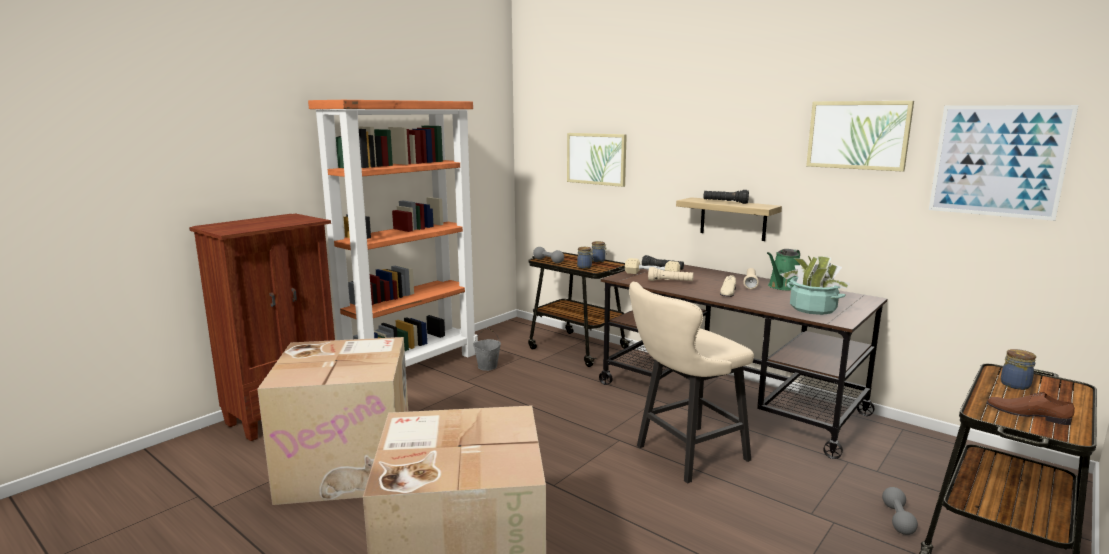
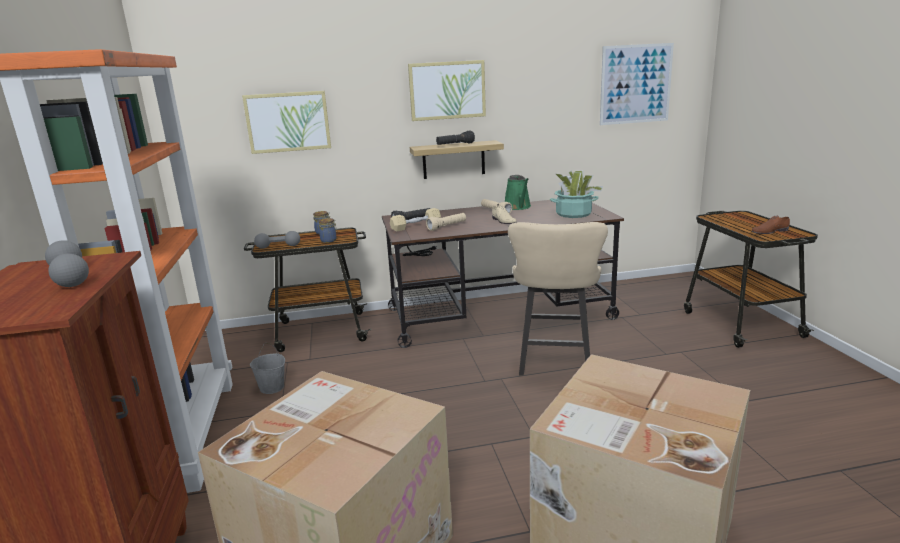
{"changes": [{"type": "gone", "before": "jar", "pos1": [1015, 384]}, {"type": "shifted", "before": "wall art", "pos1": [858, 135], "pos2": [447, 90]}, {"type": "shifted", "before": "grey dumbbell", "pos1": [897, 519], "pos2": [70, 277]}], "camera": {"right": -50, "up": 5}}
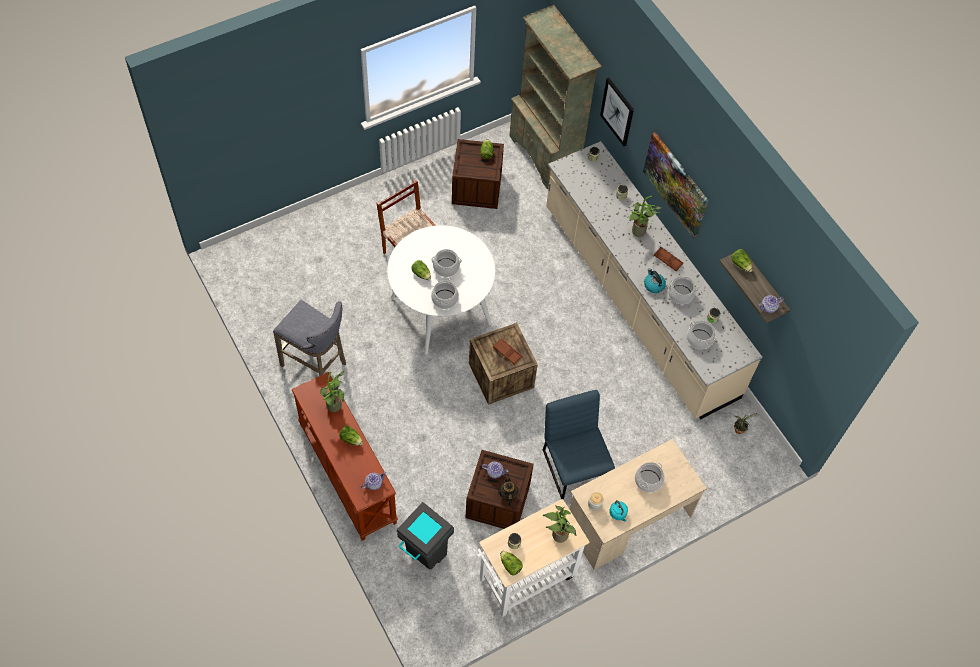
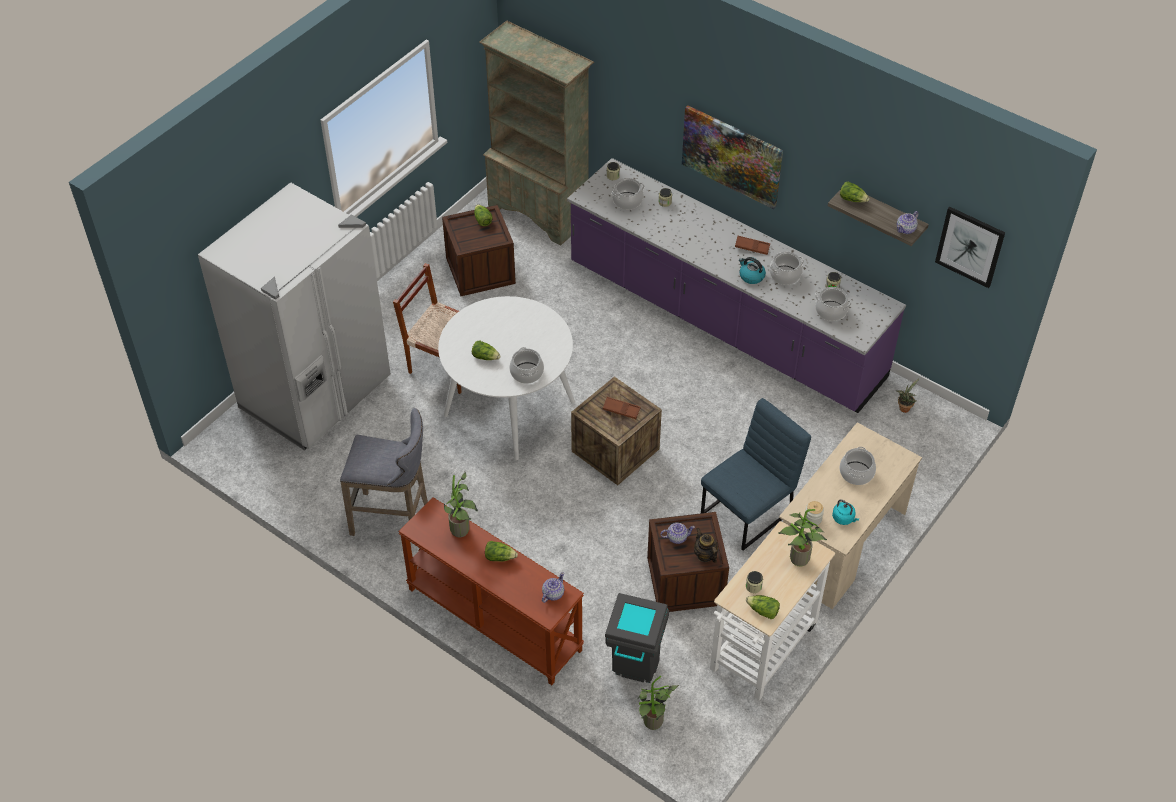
{"changes": [{"type": "new", "after": "whitish fridge", "pos2": [316, 393]}, {"type": "shifted", "before": "saucepot", "pos1": [446, 267], "pos2": [627, 201]}, {"type": "shifted", "before": "wall art", "pos1": [617, 111], "pos2": [970, 246]}, {"type": "shifted", "before": "houseplant", "pos1": [637, 233], "pos2": [653, 724]}, {"type": "repainted", "before": "beige kitchen base unit", "after": "purple kitchen base unit", "pos1": [638, 302], "pos2": [724, 322]}, {"type": "rotated", "before": "blue-coloured upright chair", "pos1": [574, 465], "pos2": [749, 511], "turn": 90}], "camera": {"right": -20, "up": -10}}
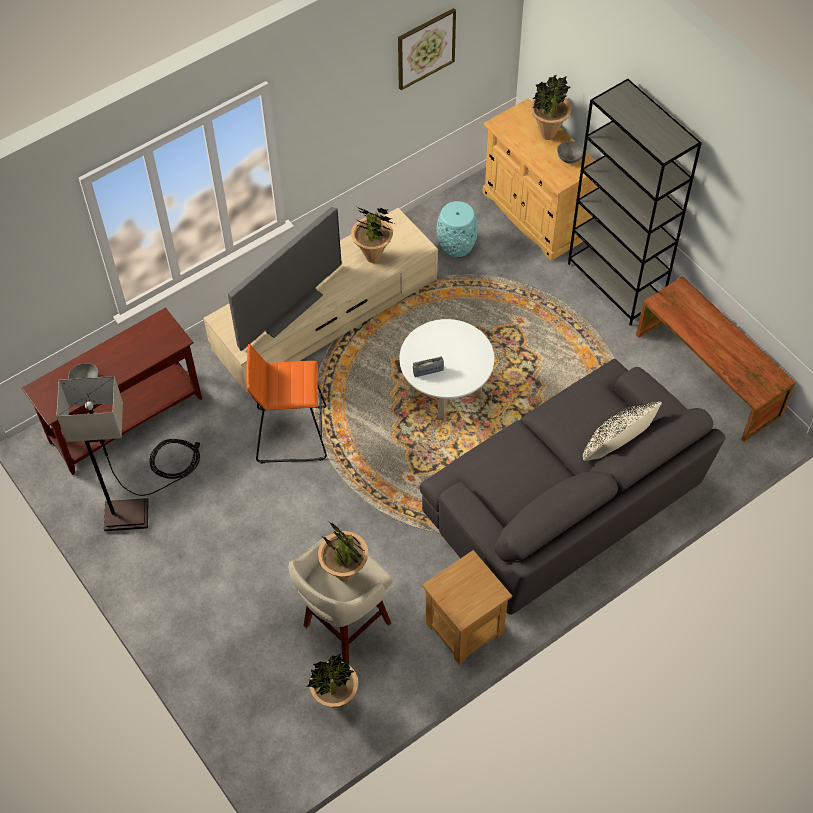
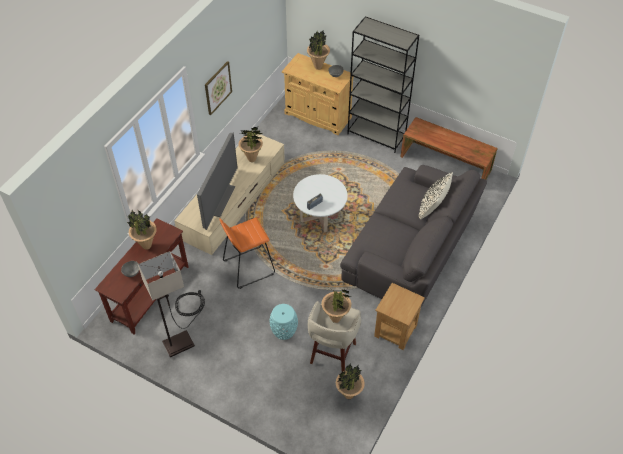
{"changes": [{"type": "new", "after": "houseplant", "pos2": [146, 246]}, {"type": "shifted", "before": "wall art", "pos1": [425, 48], "pos2": [217, 88]}, {"type": "shifted", "before": "blue-green stool", "pos1": [457, 245], "pos2": [284, 330]}], "camera": {"right": -25, "up": -5}}
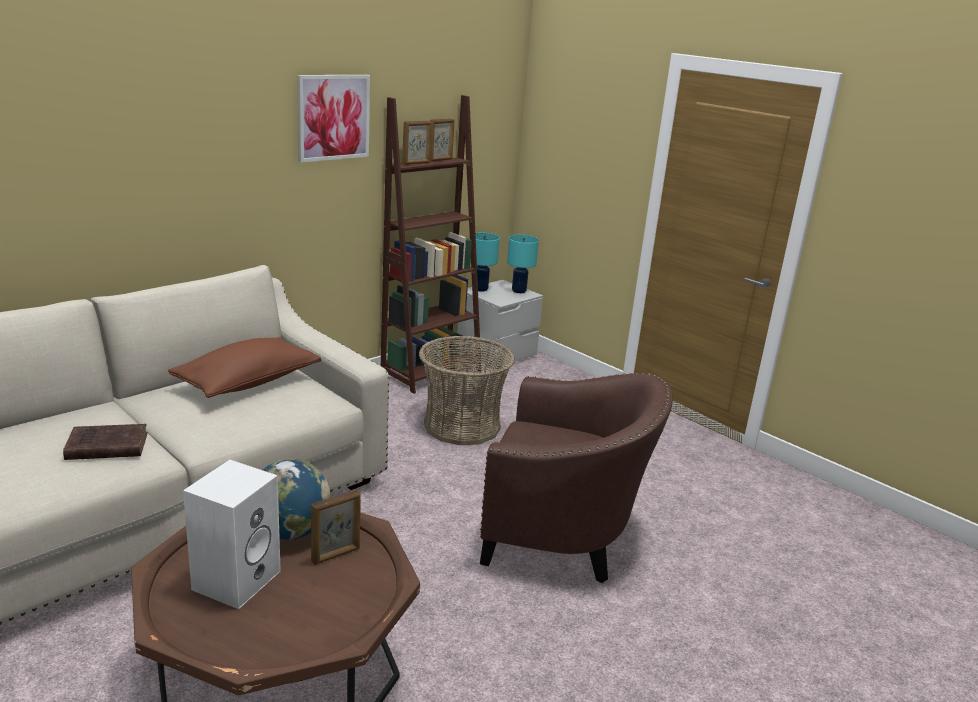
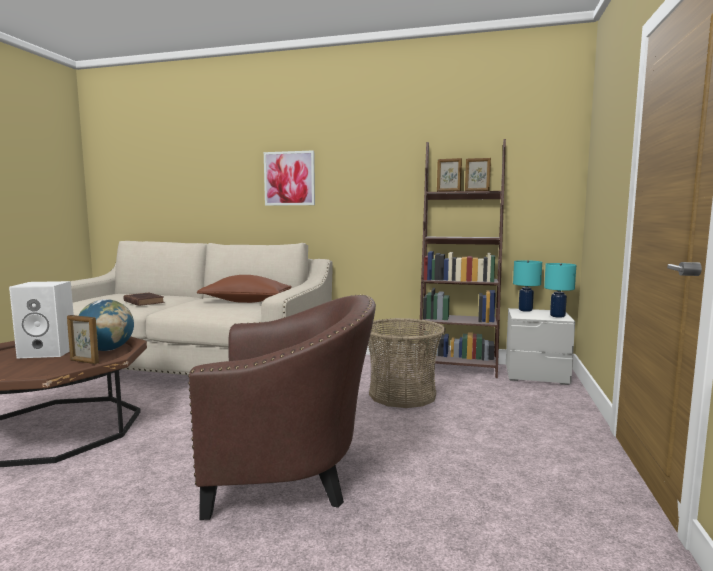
{"changes": [{"type": "shifted", "before": "wall art", "pos1": [333, 117], "pos2": [289, 178]}, {"type": "rotated", "before": "brown easy chair", "pos1": [563, 537], "pos2": [290, 473], "turn": -75}], "camera": {"right": 60, "up": -15}}
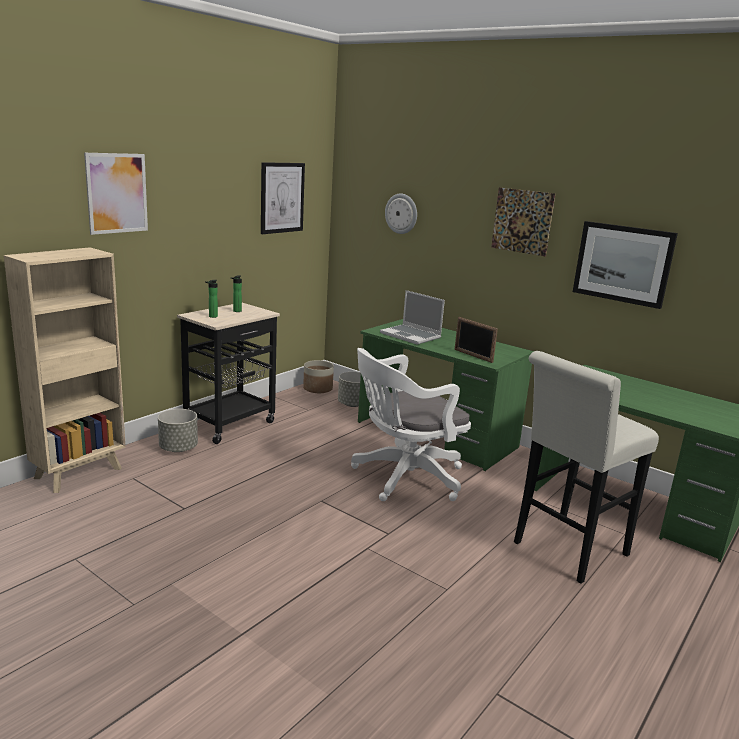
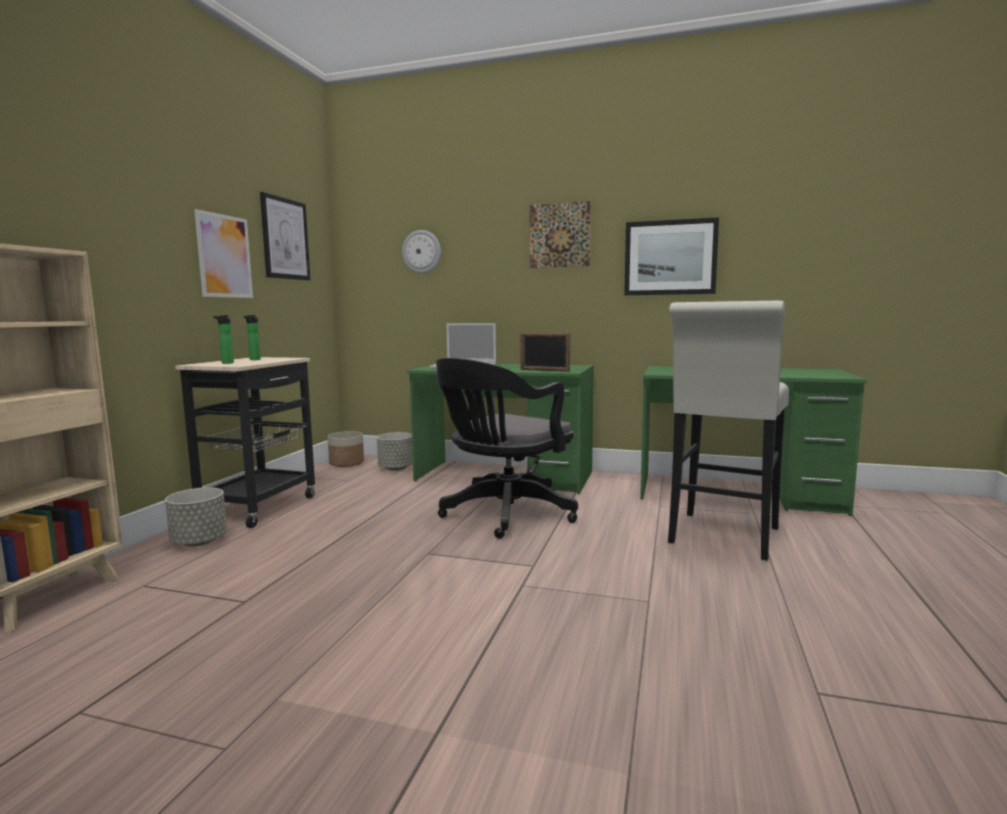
{"changes": [{"type": "shifted", "before": "wall art", "pos1": [117, 193], "pos2": [224, 256]}, {"type": "repainted", "before": "whitish computer chair", "after": "black computer chair", "pos1": [403, 478], "pos2": [504, 515]}], "camera": {"right": -20, "up": -10}}
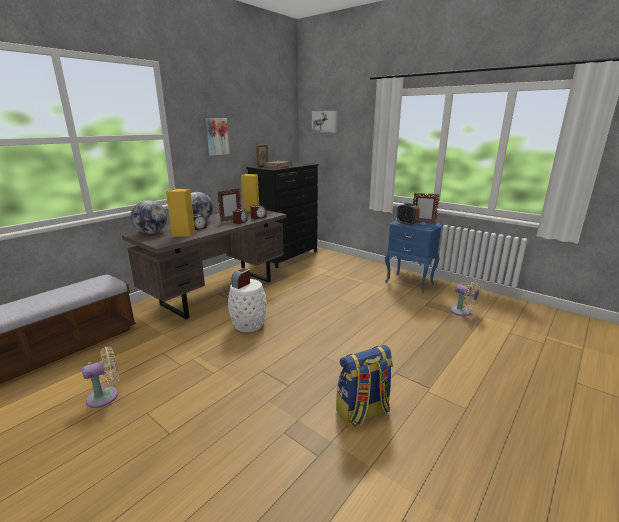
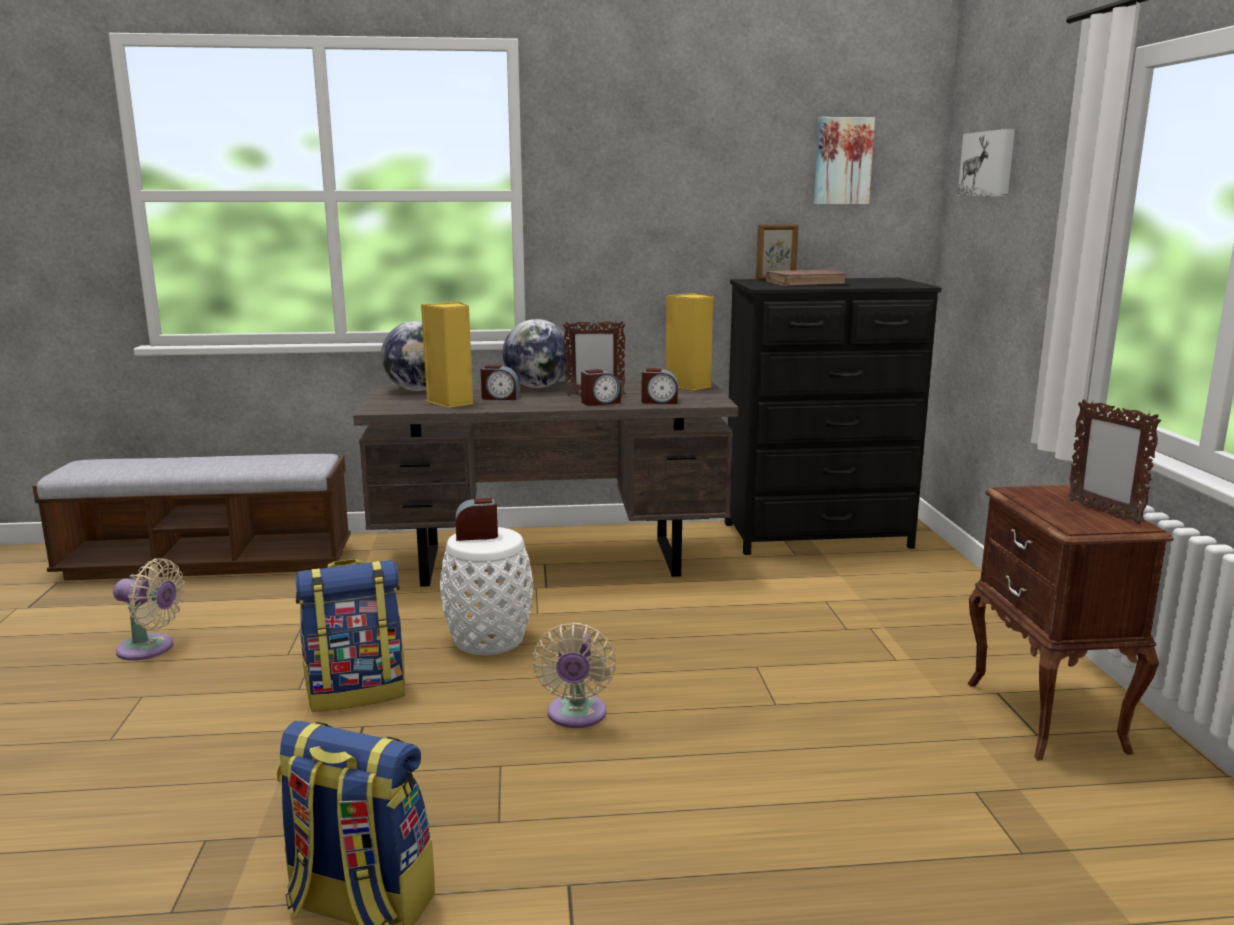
{"changes": [{"type": "gone", "before": "table clock", "pos1": [407, 223]}, {"type": "new", "after": "rucksack", "pos2": [357, 692]}, {"type": "shifted", "before": "wall art", "pos1": [216, 136], "pos2": [842, 161]}, {"type": "shifted", "before": "beige fan", "pos1": [462, 312], "pos2": [576, 716]}, {"type": "repainted", "before": "blue-coloured nightstand", "after": "brown nightstand", "pos1": [409, 283], "pos2": [1045, 717]}], "camera": {"right": 45, "up": -5}}
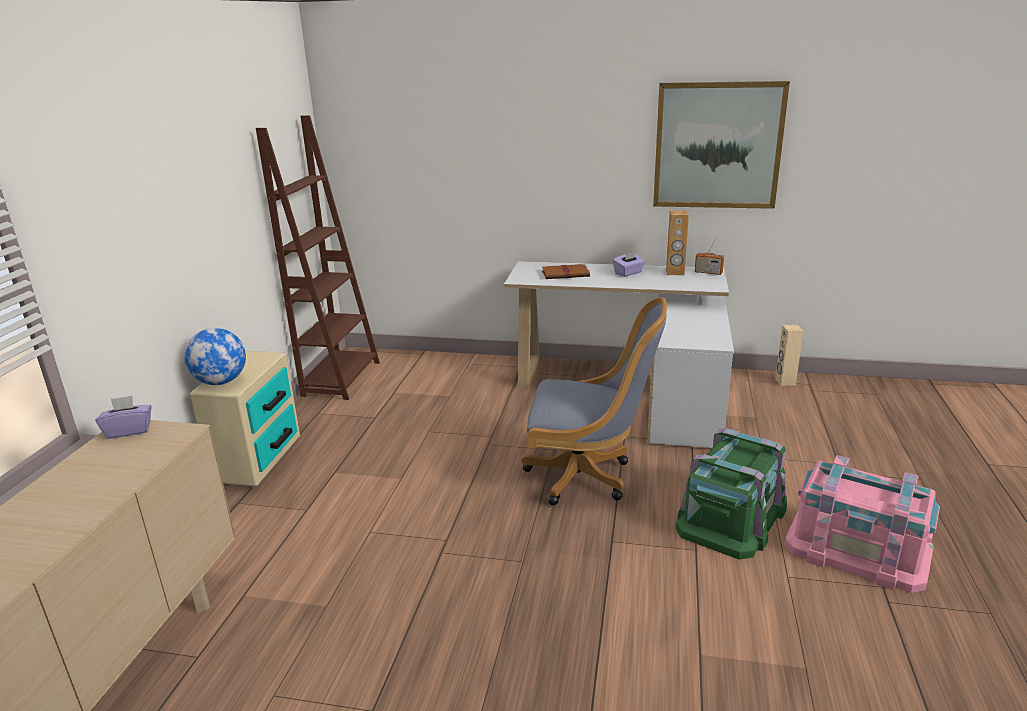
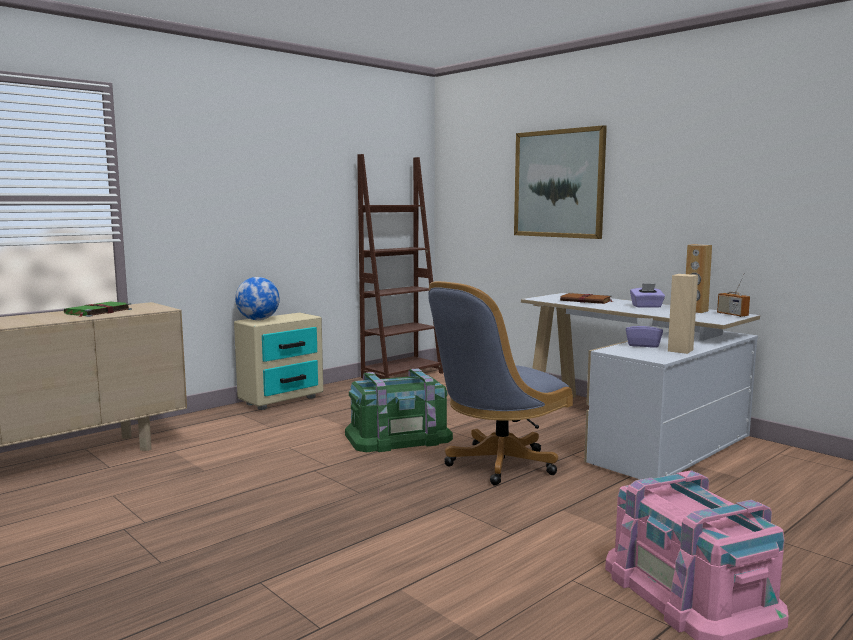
{"changes": [{"type": "new", "after": "greenish book", "pos2": [98, 312]}, {"type": "shifted", "before": "purple box of tissues", "pos1": [129, 430], "pos2": [643, 345]}, {"type": "shifted", "before": "wall art", "pos1": [717, 146], "pos2": [558, 184]}, {"type": "shifted", "before": "greenish storage box", "pos1": [731, 515], "pos2": [398, 437]}, {"type": "shifted", "before": "beige loudspeaker", "pos1": [785, 382], "pos2": [680, 350]}, {"type": "rotated", "before": "blue-coloured computer chair", "pos1": [588, 477], "pos2": [494, 467], "turn": 90}], "camera": {"right": 35, "up": -15}}
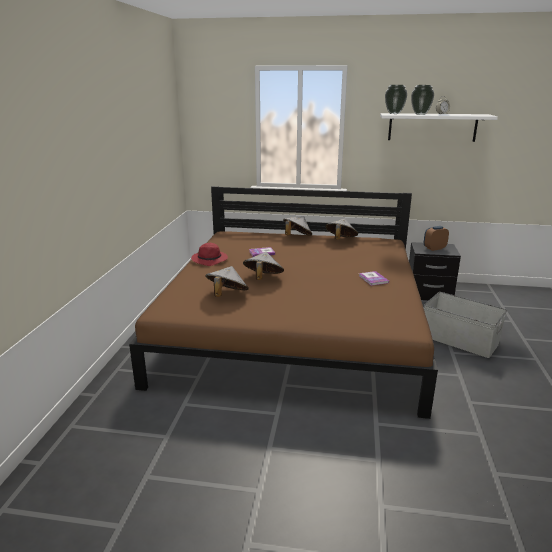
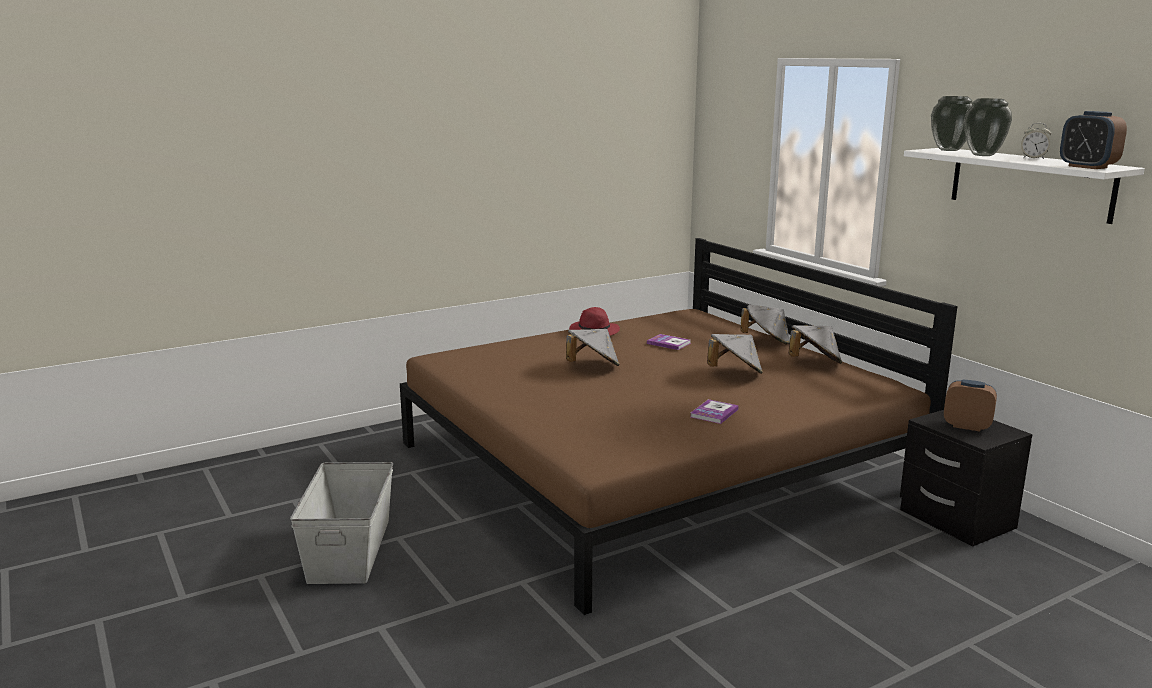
{"changes": [{"type": "new", "after": "table clock", "pos2": [1087, 167]}, {"type": "shifted", "before": "grey wearable hat", "pos1": [227, 295], "pos2": [735, 372]}, {"type": "shifted", "before": "grey storage box", "pos1": [459, 340], "pos2": [351, 550]}], "camera": {"right": 50, "up": -5}}
